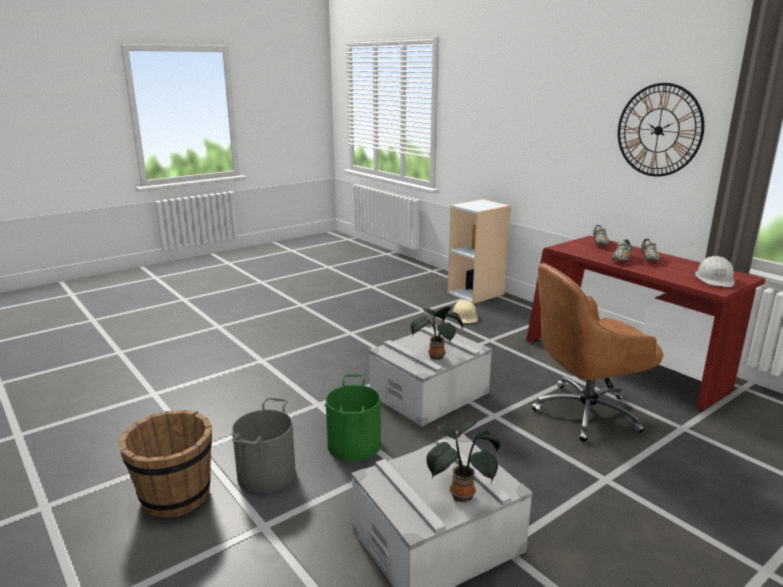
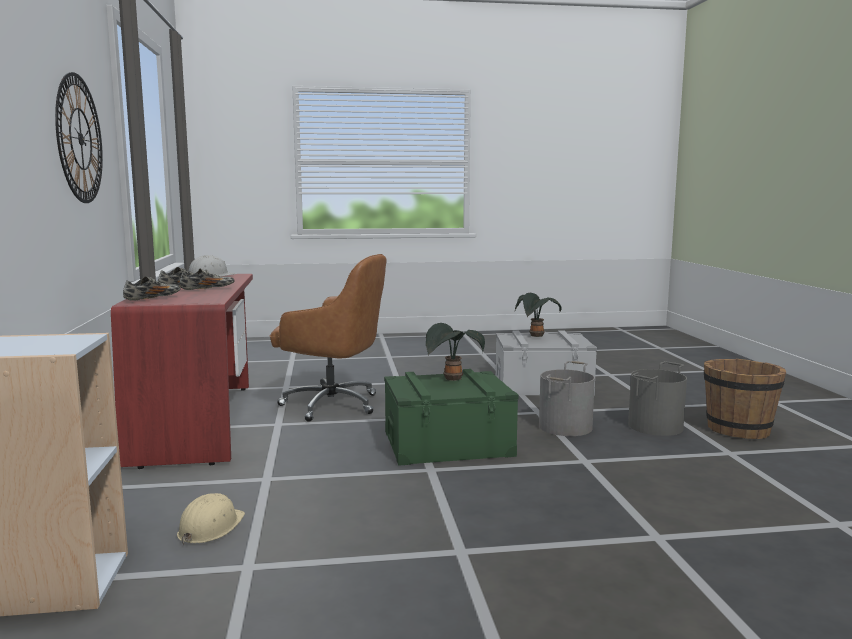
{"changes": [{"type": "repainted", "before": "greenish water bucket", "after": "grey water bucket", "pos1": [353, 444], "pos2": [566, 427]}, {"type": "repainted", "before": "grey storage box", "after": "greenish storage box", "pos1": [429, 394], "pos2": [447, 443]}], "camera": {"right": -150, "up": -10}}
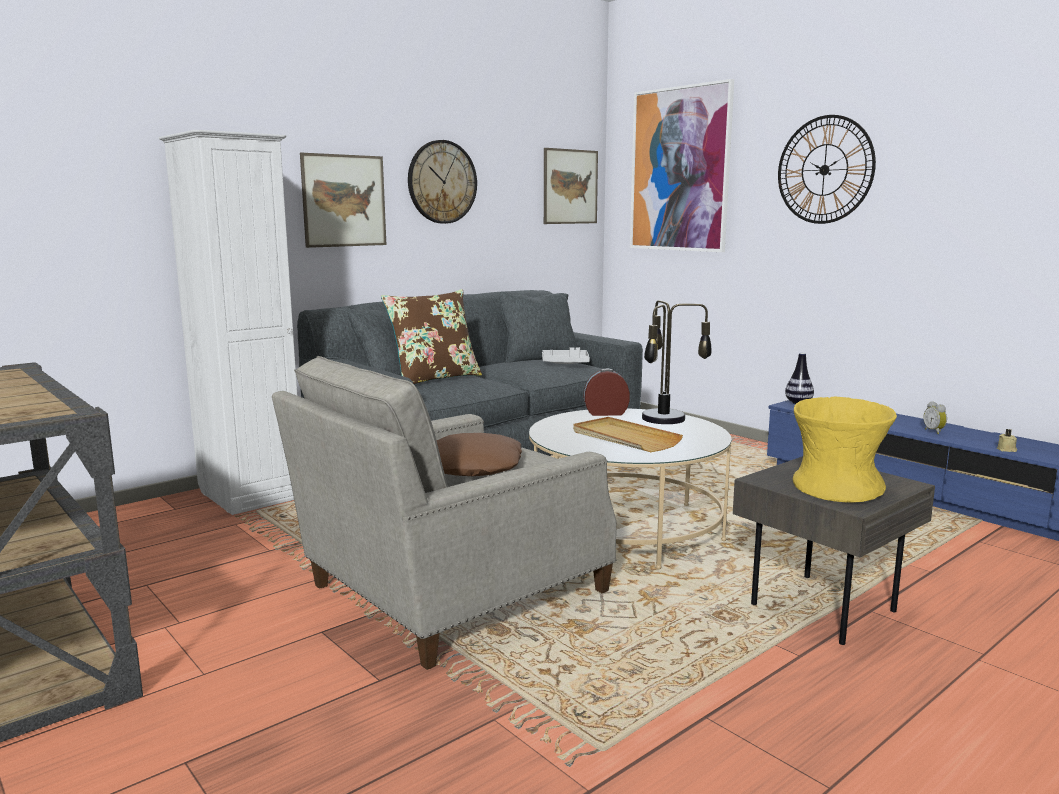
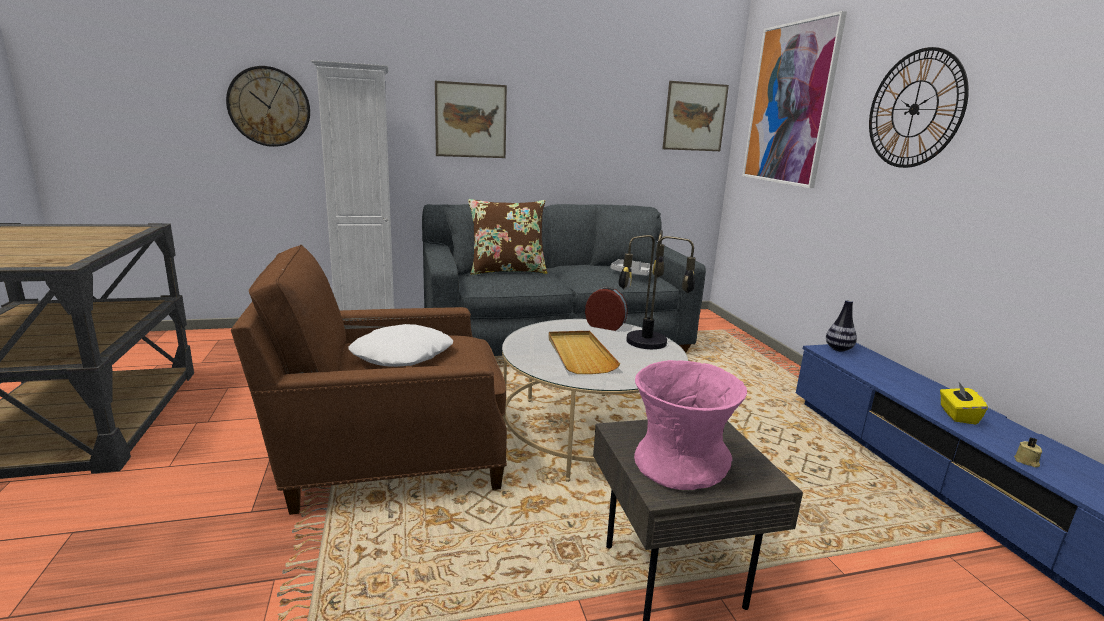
{"changes": [{"type": "shifted", "before": "hanging clock", "pos1": [442, 182], "pos2": [269, 107]}, {"type": "swapped", "before": "table clock", "after": "yellow-coloured box of tissues", "pos1": [934, 431], "pos2": [957, 415]}, {"type": "repainted", "before": "grey easy chair", "after": "brown easy chair", "pos1": [452, 591], "pos2": [390, 451]}, {"type": "repainted", "before": "brown cushion", "after": "whitish cushion", "pos1": [471, 467], "pos2": [401, 355]}, {"type": "repainted", "before": "yellow-coloured vase", "after": "pinkish vase", "pos1": [836, 488], "pos2": [679, 463]}], "camera": {"right": 25, "up": 5}}
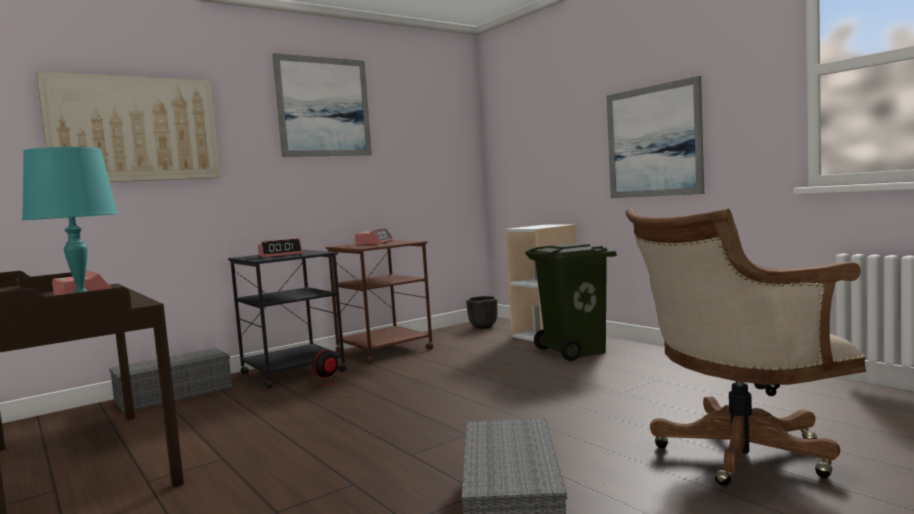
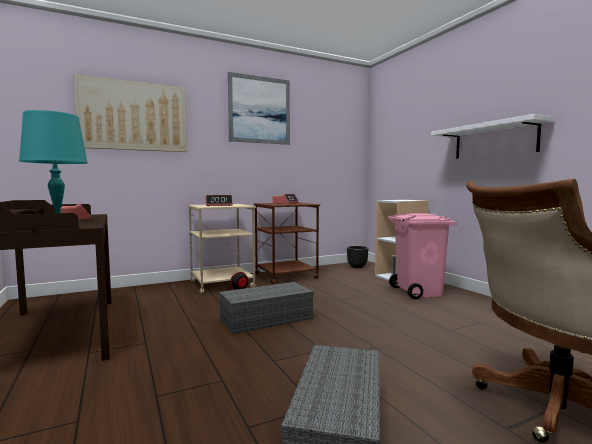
{"changes": [{"type": "shifted", "before": "grey storage box", "pos1": [175, 393], "pos2": [267, 318]}, {"type": "swapped", "before": "wall art", "after": "whitish wall shelf", "pos1": [653, 141], "pos2": [494, 140]}, {"type": "repainted", "before": "black cart", "after": "beige cart", "pos1": [294, 372], "pos2": [223, 284]}, {"type": "repainted", "before": "greenish rubbish bin", "after": "pinkish rubbish bin", "pos1": [575, 351], "pos2": [419, 292]}], "camera": {"right": 10, "up": 0}}
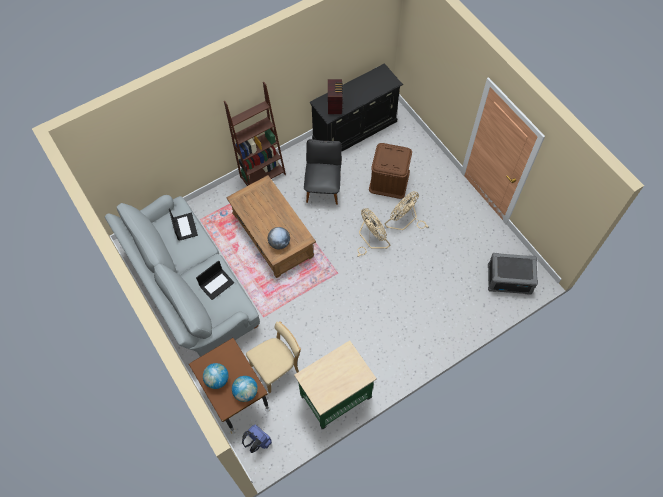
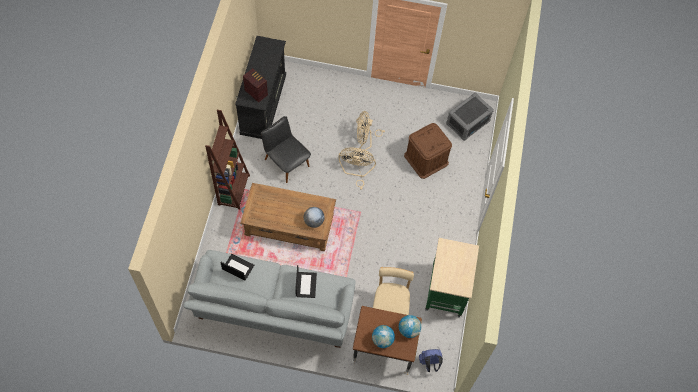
{"changes": [{"type": "shifted", "before": "brown storage box", "pos1": [389, 181], "pos2": [426, 159]}], "camera": {"right": -50, "up": 0}}
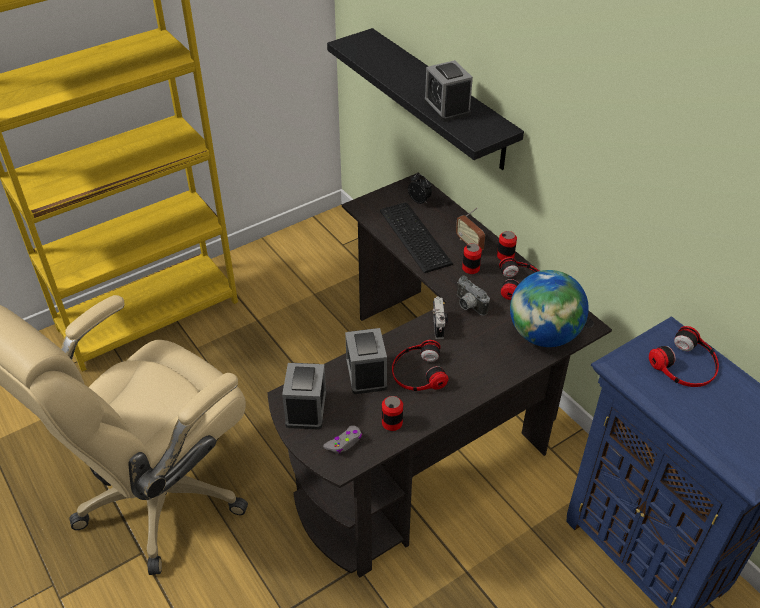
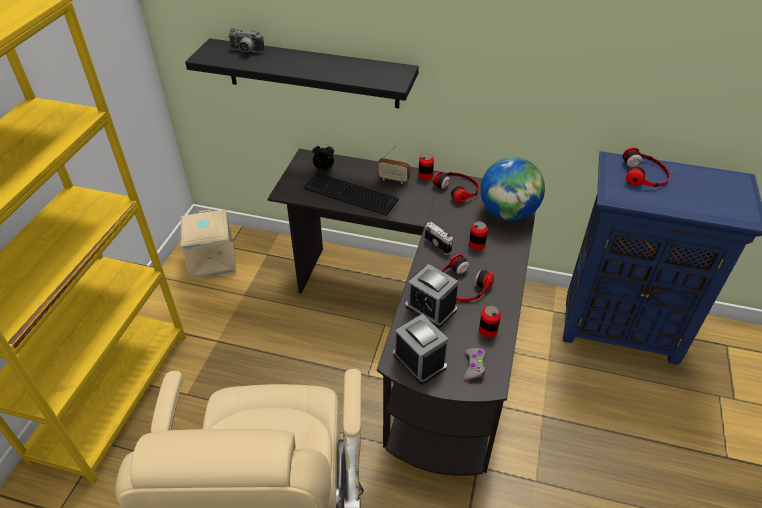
{"changes": [{"type": "gone", "before": "table clock", "pos1": [447, 107]}, {"type": "new", "after": "beige storage box", "pos2": [211, 260]}, {"type": "shifted", "before": "still camera", "pos1": [468, 306], "pos2": [246, 51]}, {"type": "shifted", "before": "sealed can", "pos1": [470, 268], "pos2": [476, 244]}], "camera": {"right": -40, "up": 0}}
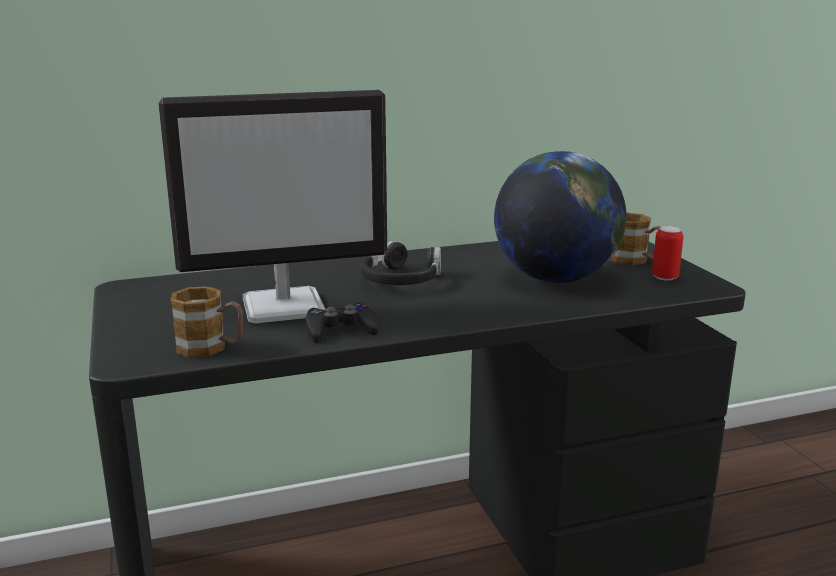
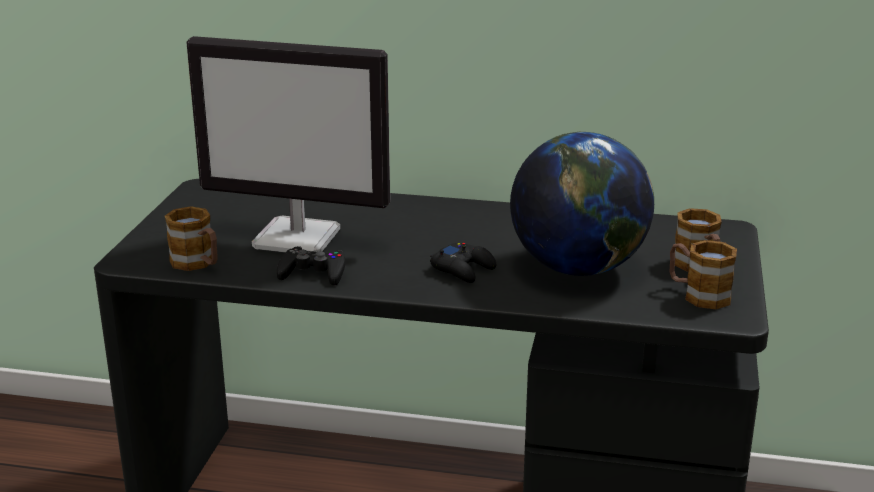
{"changes": [{"type": "gone", "before": "black headset", "pos1": [402, 279]}, {"type": "new", "after": "black game controller", "pos2": [463, 269]}, {"type": "swapped", "before": "sealed can", "after": "tea mug", "pos1": [665, 277], "pos2": [698, 295]}], "camera": {"right": 30, "up": 5}}
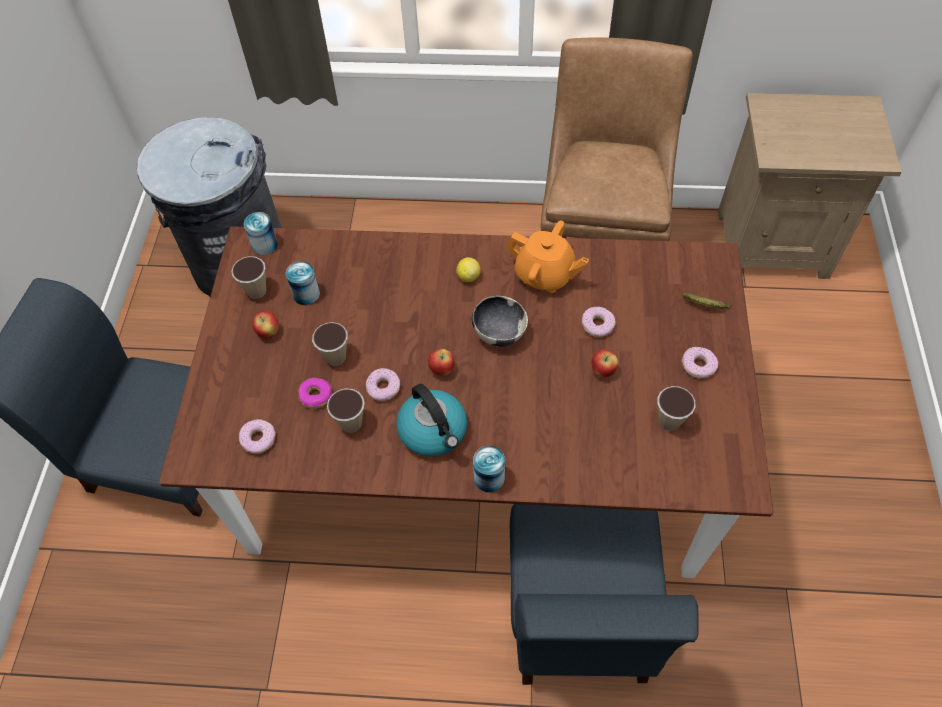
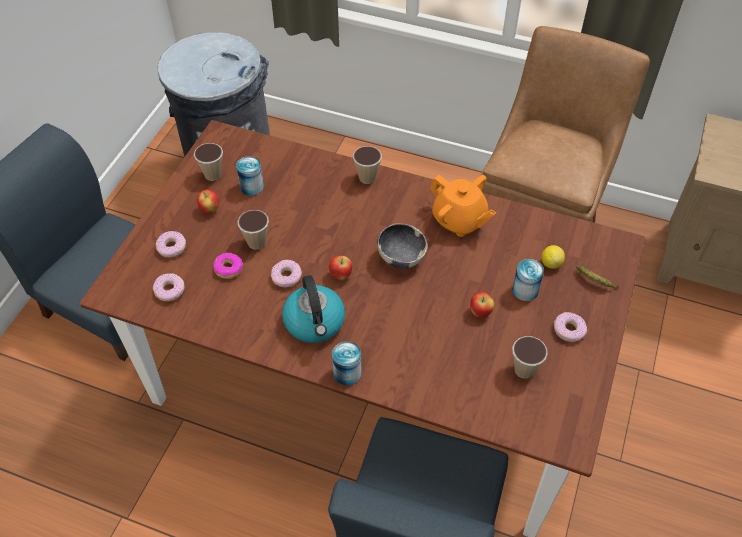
{"changes": [{"type": "shifted", "before": "sealed can", "pos1": [264, 245], "pos2": [525, 290]}, {"type": "shifted", "before": "small cup", "pos1": [351, 423], "pos2": [367, 178]}, {"type": "shifted", "before": "lemon", "pos1": [468, 276], "pos2": [551, 263]}, {"type": "shifted", "before": "doughnut", "pos1": [597, 325], "pos2": [172, 247]}], "camera": {"right": 15, "up": -5}}
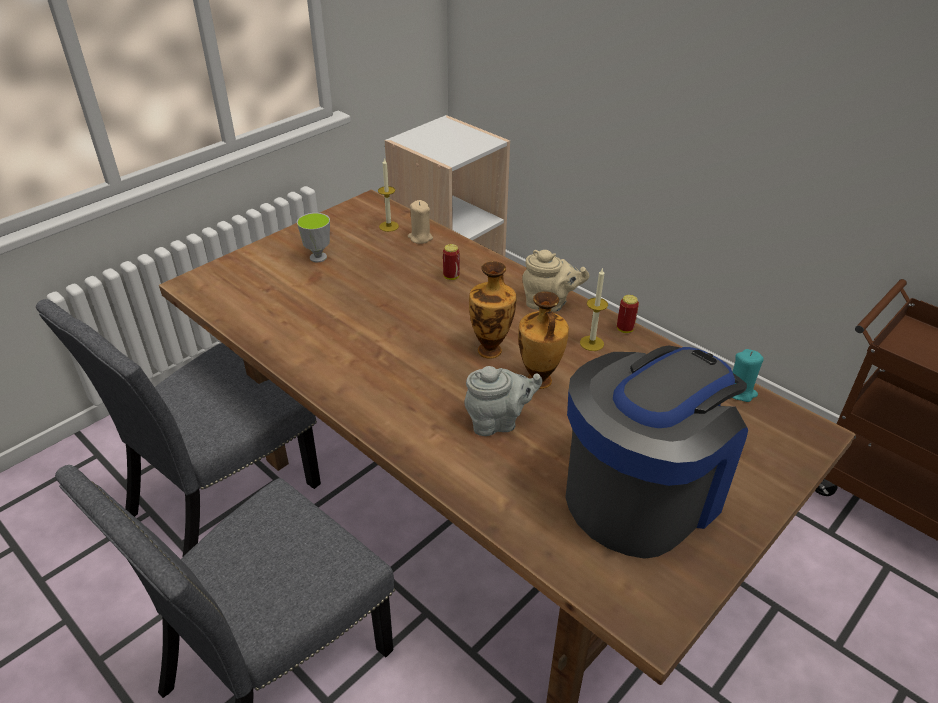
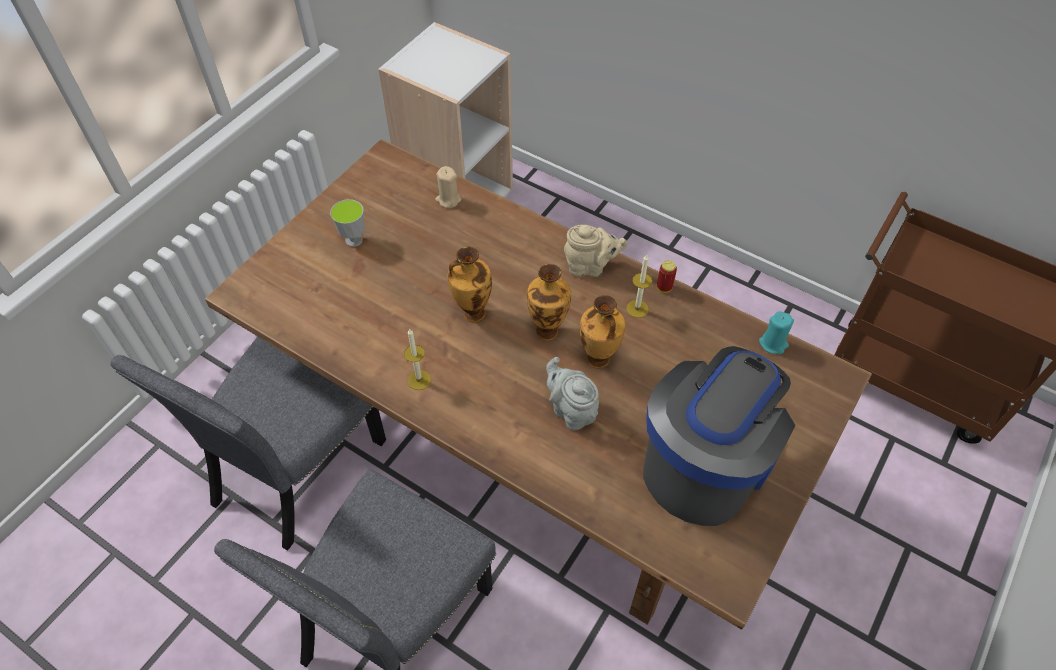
{"changes": [{"type": "gone", "before": "sealed can", "pos1": [451, 277]}, {"type": "new", "after": "vase", "pos2": [472, 313]}, {"type": "shifted", "before": "wax candle", "pos1": [389, 226], "pos2": [419, 380]}, {"type": "rotated", "before": "grey teapot", "pos1": [498, 422], "pos2": [571, 410], "turn": -105}], "camera": {"right": -10, "up": 15}}
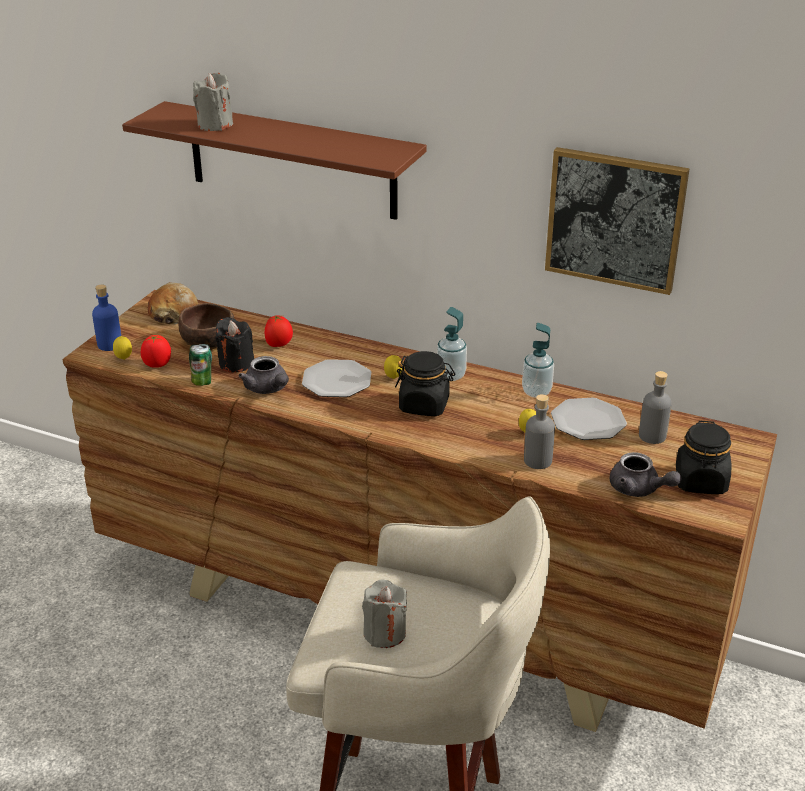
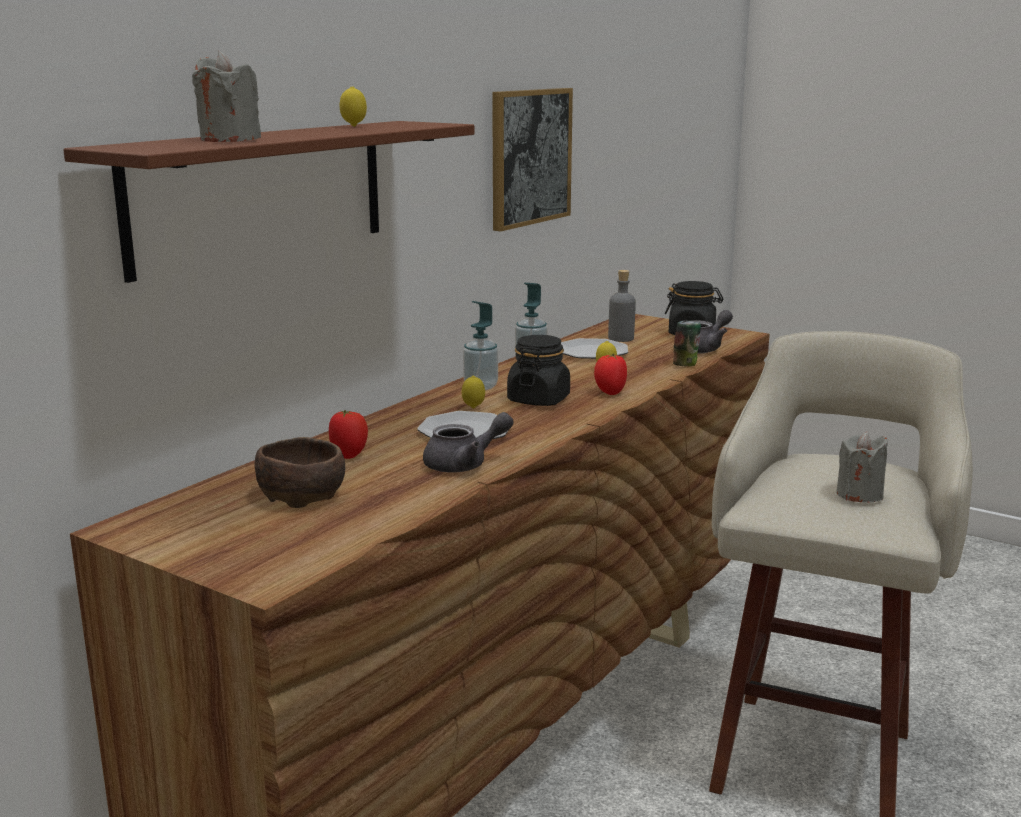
{"changes": [{"type": "gone", "before": "blue-coloured bottle", "pos1": [110, 344]}, {"type": "gone", "before": "bread", "pos1": [174, 313]}, {"type": "gone", "before": "black wax candle", "pos1": [236, 363]}, {"type": "gone", "before": "grey bottle", "pos1": [537, 460]}, {"type": "shifted", "before": "lemon", "pos1": [124, 359], "pos2": [354, 126]}, {"type": "shifted", "before": "whole tomato", "pos1": [157, 364], "pos2": [609, 393]}, {"type": "shifted", "before": "sealed can", "pos1": [202, 382], "pos2": [685, 365]}], "camera": {"right": -80, "up": -15}}
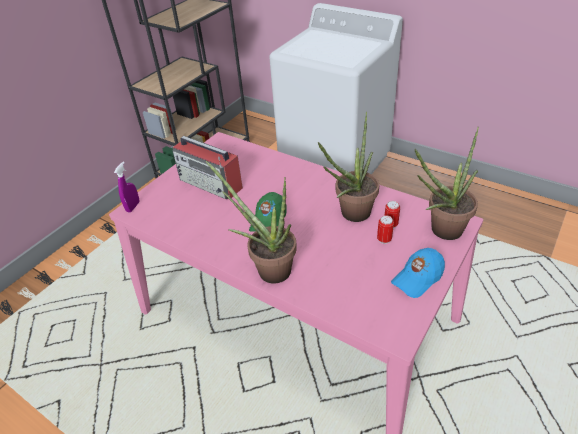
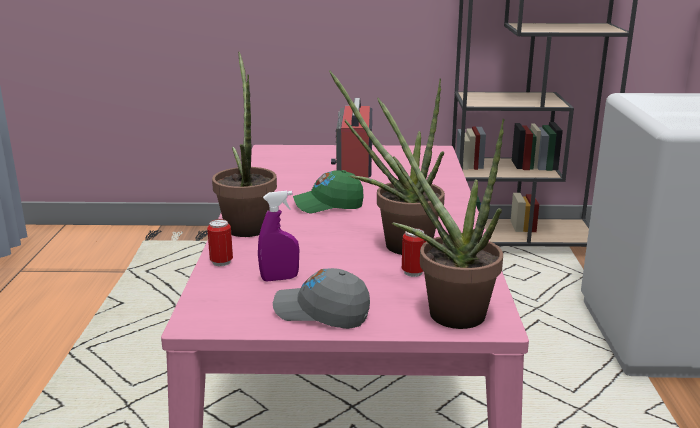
{"changes": [{"type": "shifted", "before": "purple hand sprayer", "pos1": [133, 207], "pos2": [279, 278]}, {"type": "shifted", "before": "sealed can", "pos1": [384, 239], "pos2": [221, 262]}, {"type": "repainted", "before": "blue-coloured cap", "after": "grey cap", "pos1": [417, 278], "pos2": [322, 313]}], "camera": {"right": 55, "up": -20}}
